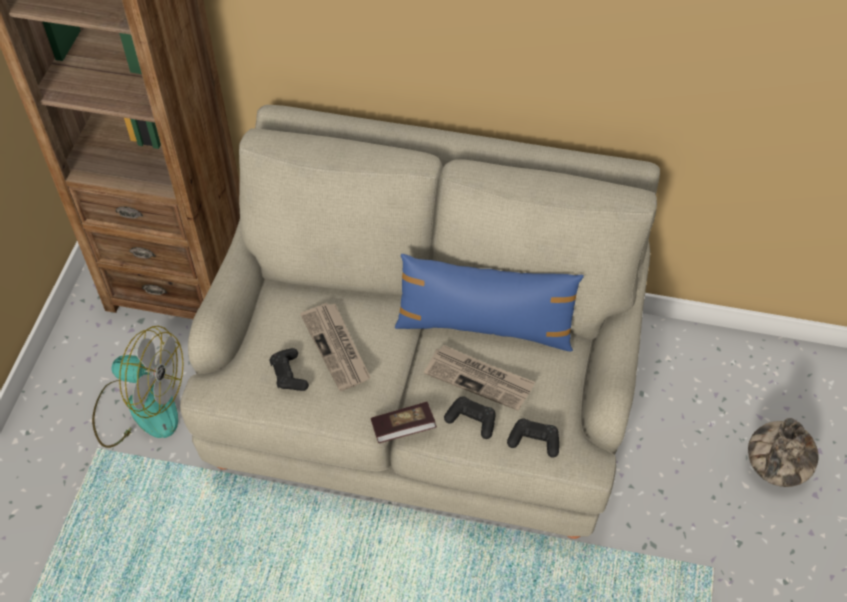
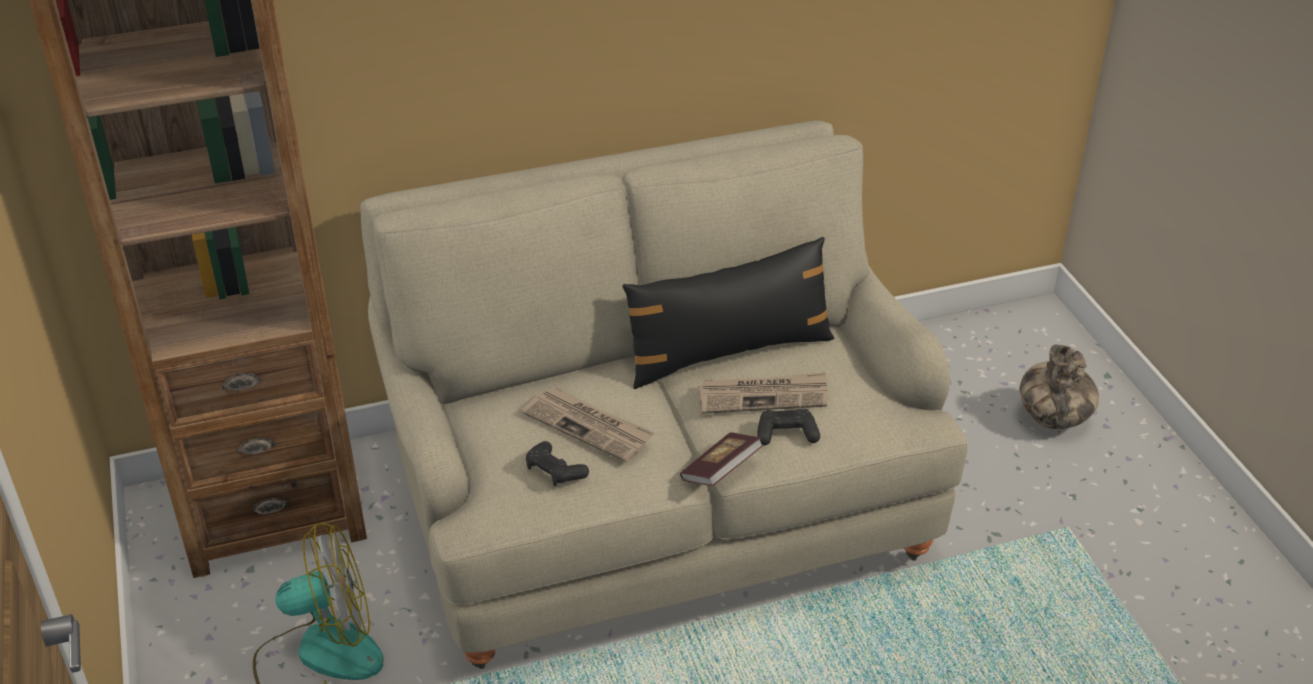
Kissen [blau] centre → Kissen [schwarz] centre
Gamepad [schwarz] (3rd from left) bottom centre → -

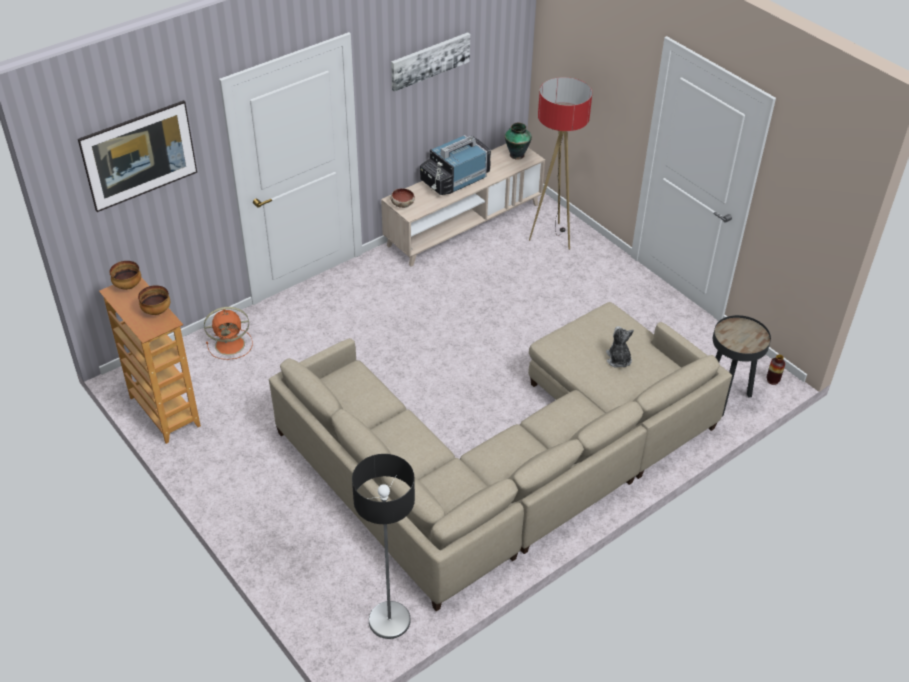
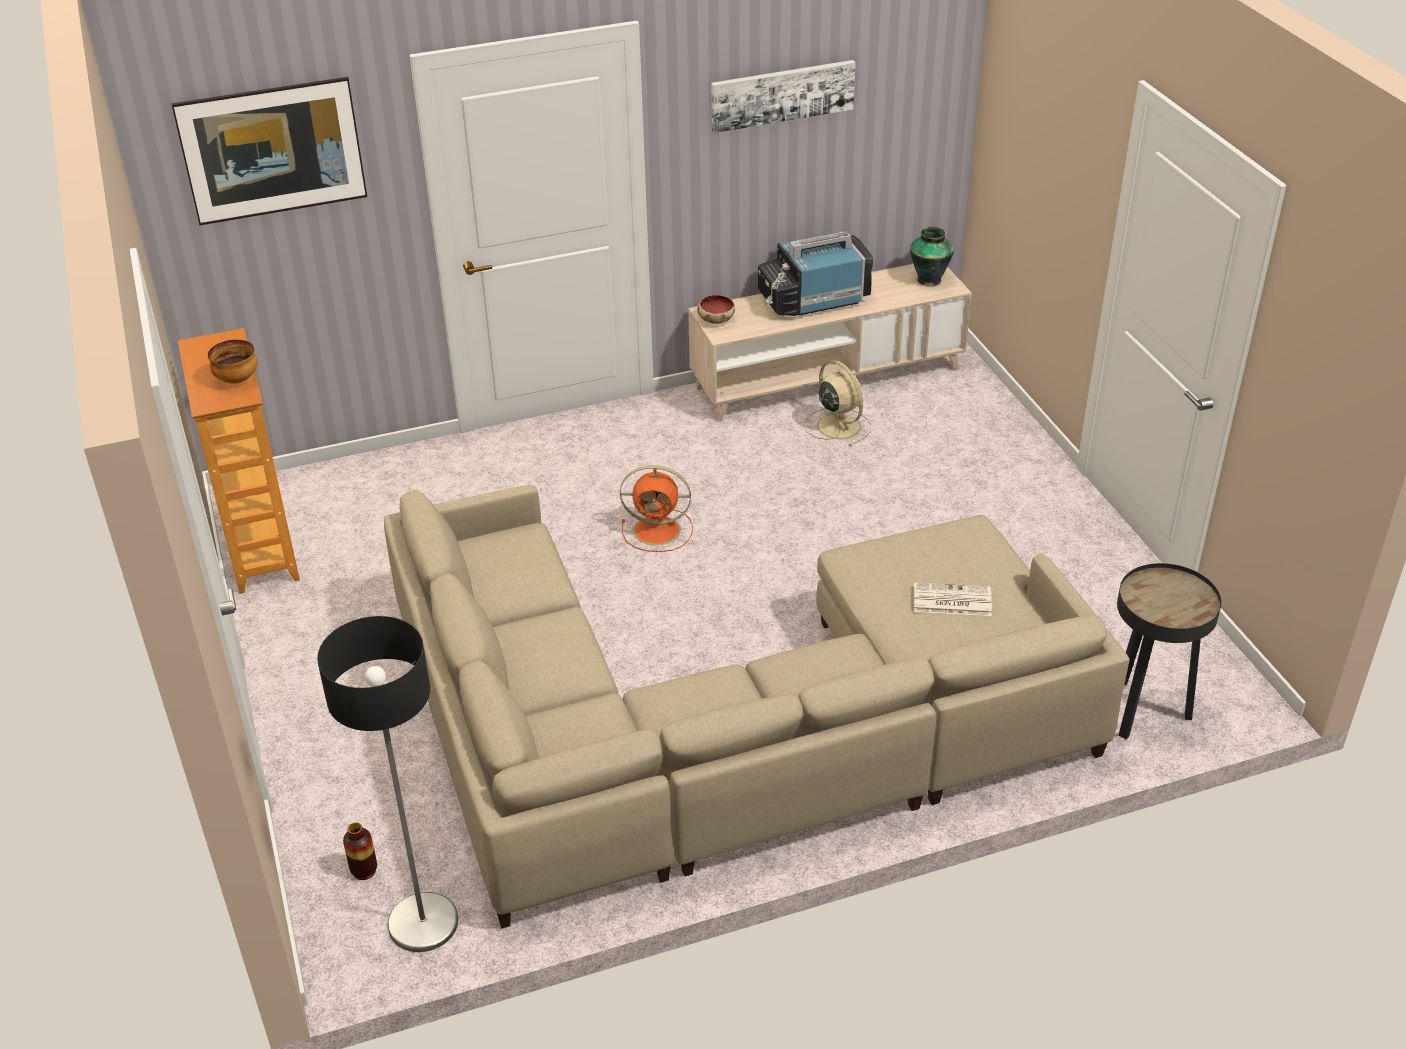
Stehlampe (2nd from left) top centre → -
Schüssel (1st from left) middle left → -
Ventilator [orange] middle left → Ventilator [orange] centre, move
Plüschtier middle right → Zeitung middle right
Vase (2nd from left in the first image) middle right → Vase (1st from left) bottom left, move
- → Ventilator [beige] centre

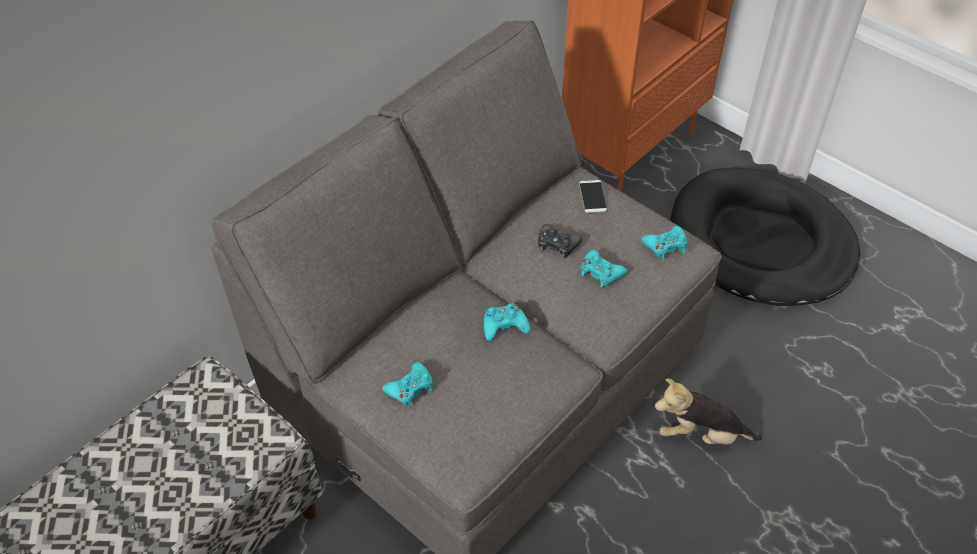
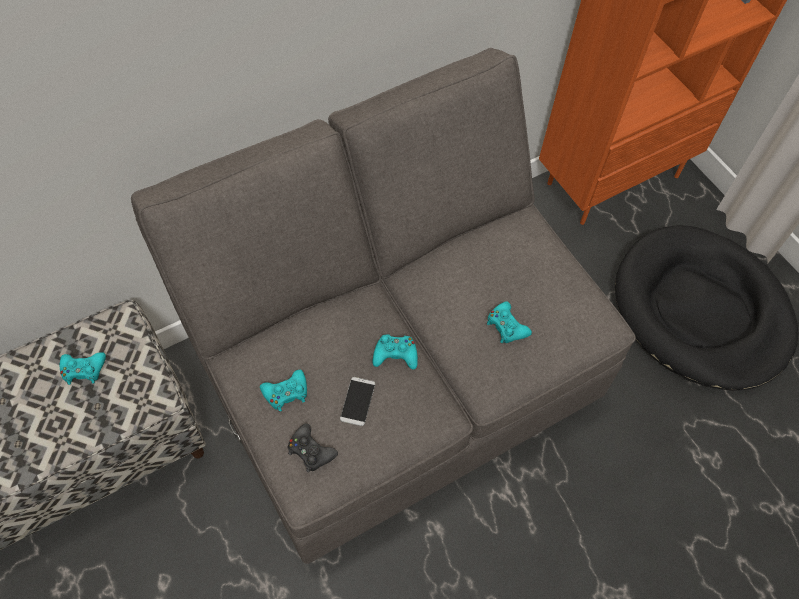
Handy centre → Handy bottom centre, move
Gamepad [schwarz] centre → Gamepad [schwarz] bottom centre, move
Gamepad [türkis] (4th from left in the first image) middle right → Gamepad [türkis] (1st from left) middle left, move
Plüschtier bottom right → -

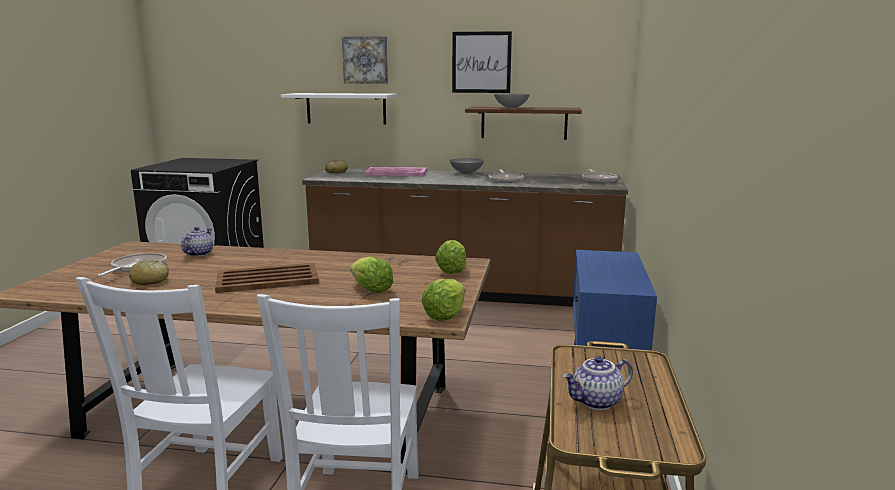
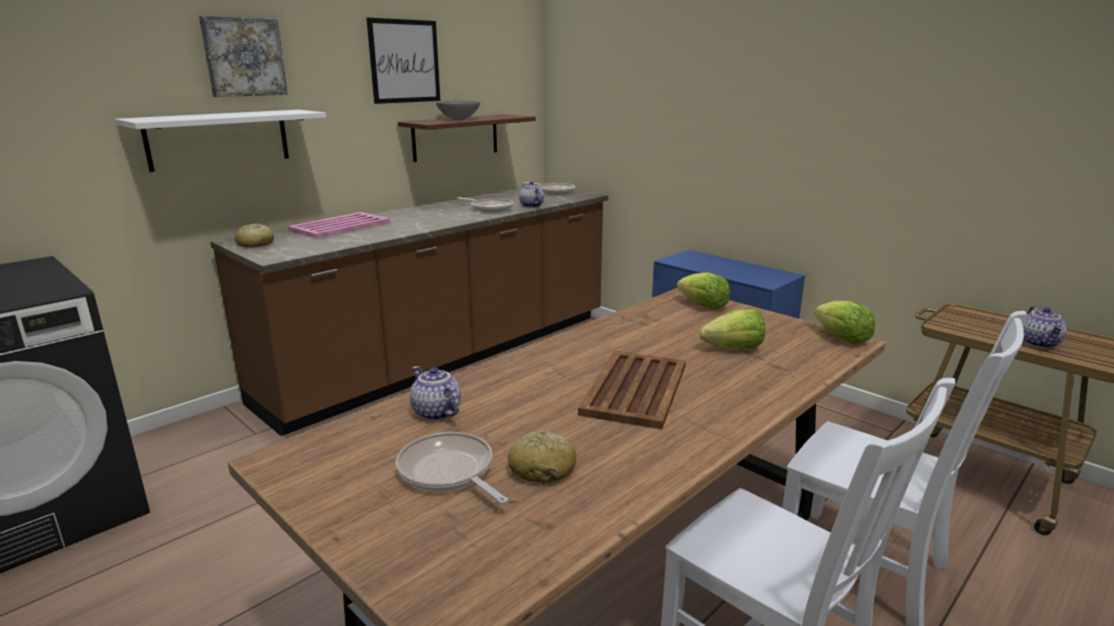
Schüssel [grau] (1st from left) centre → -
- → Teekanne (2nd from left) top centre

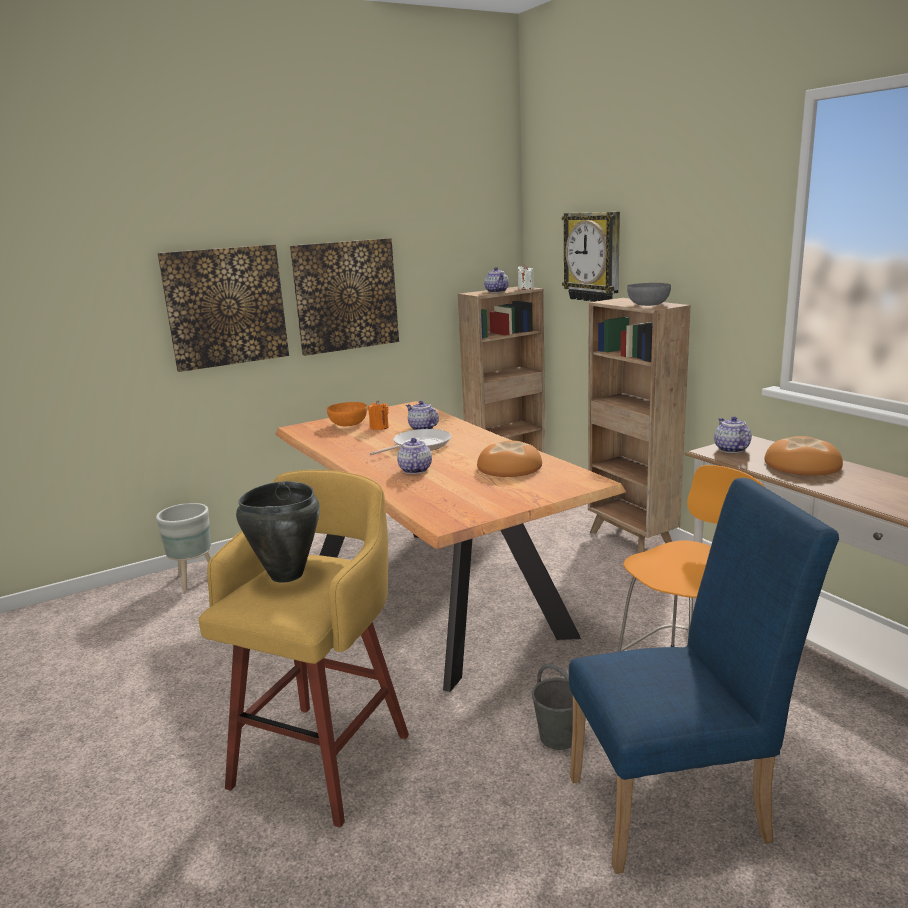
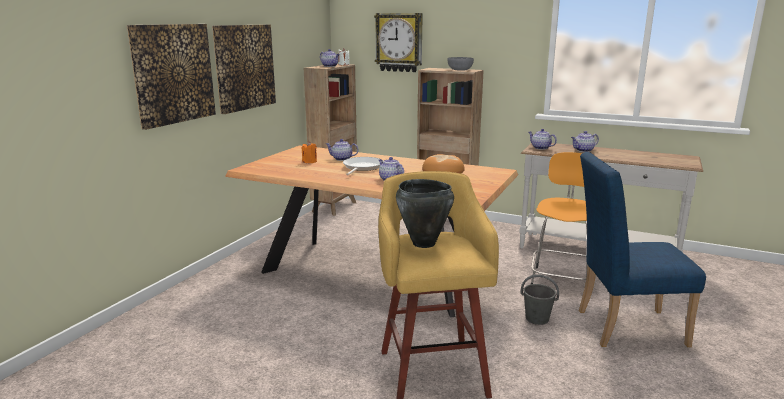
Schüssel [orange] centre → -
Brot (2nd from left) middle right → Teekanne (5th from left) middle right
Stuhl [blau] bottom right → Stuhl [blau] middle right, 135 degrees counterclockwise
Pflanzkübel [grau] middle left → -

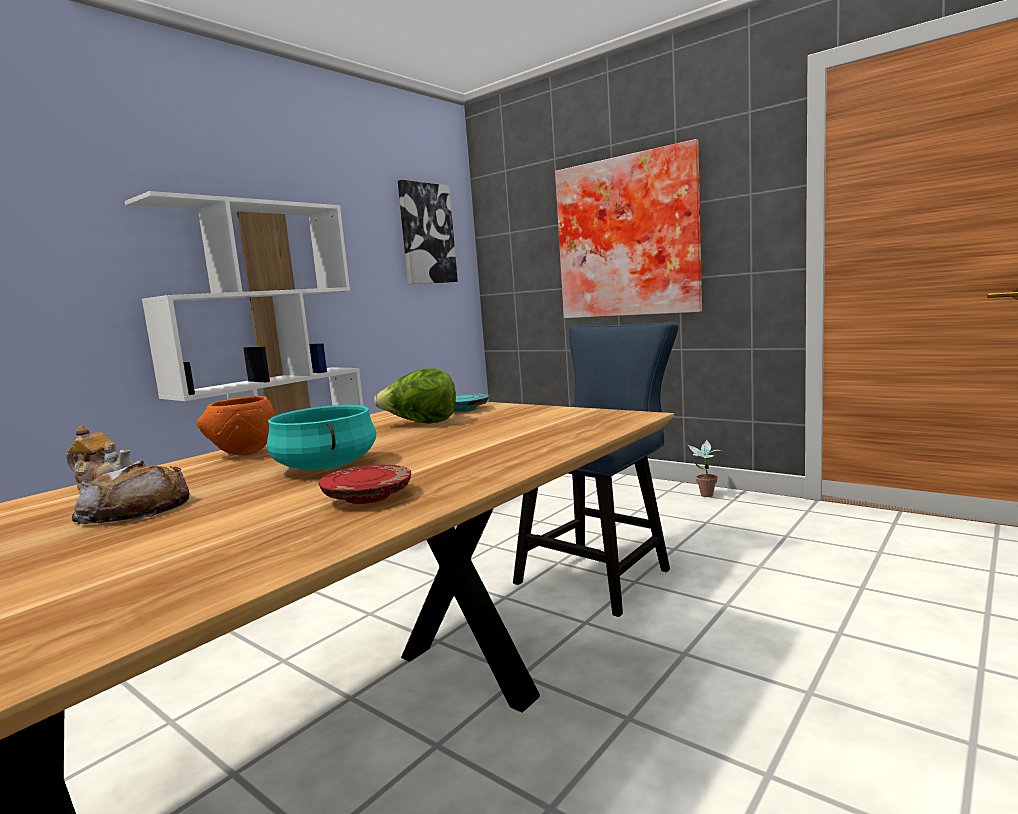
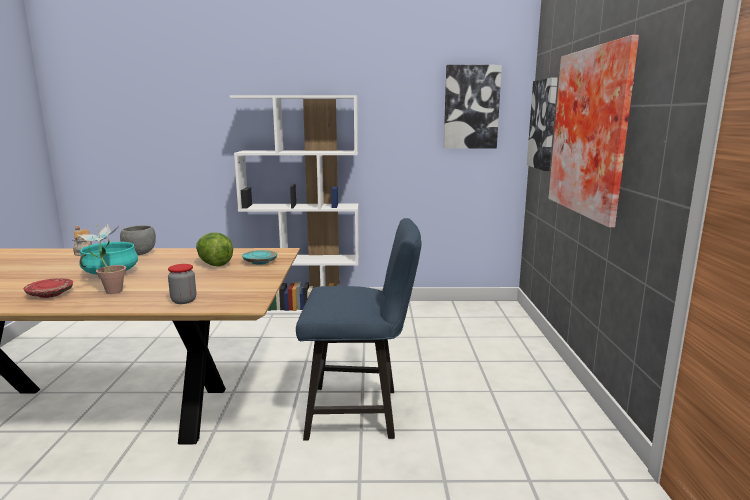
Schüssel [orange] middle left → Schüssel [grau] middle left
Topfpflanze middle right → Topfpflanze middle left, move
Brot middle left → -
- → Bild (2nd from left) top right
- → Vorratsglas middle left

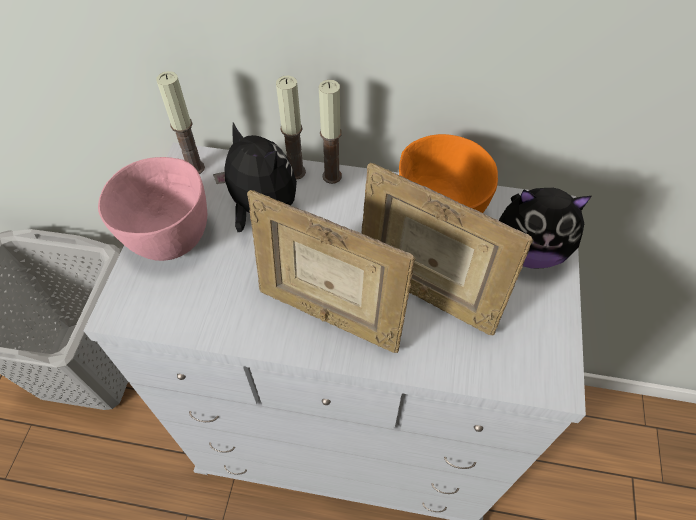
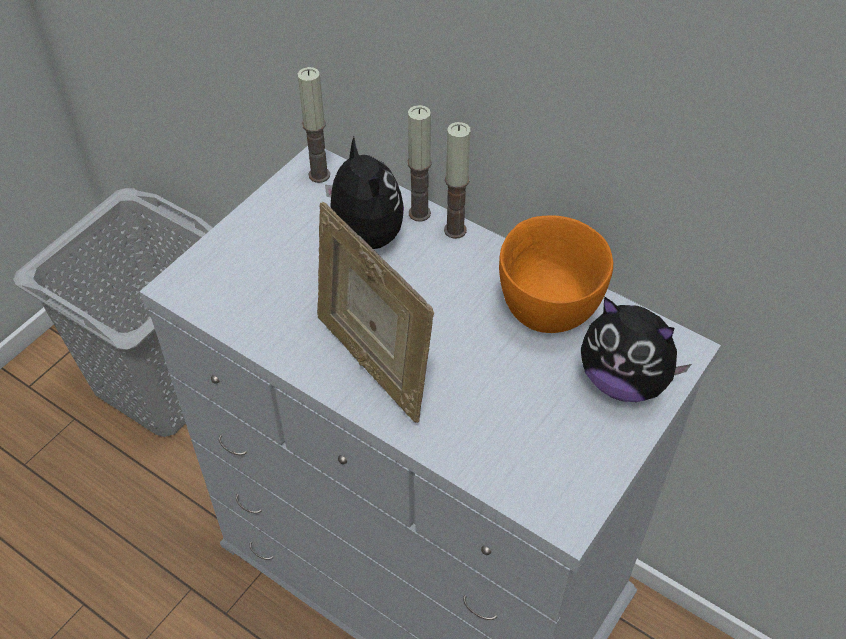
Schüssel [rosa] middle left → -
Bilderrahmen (2nd from left) centre → -

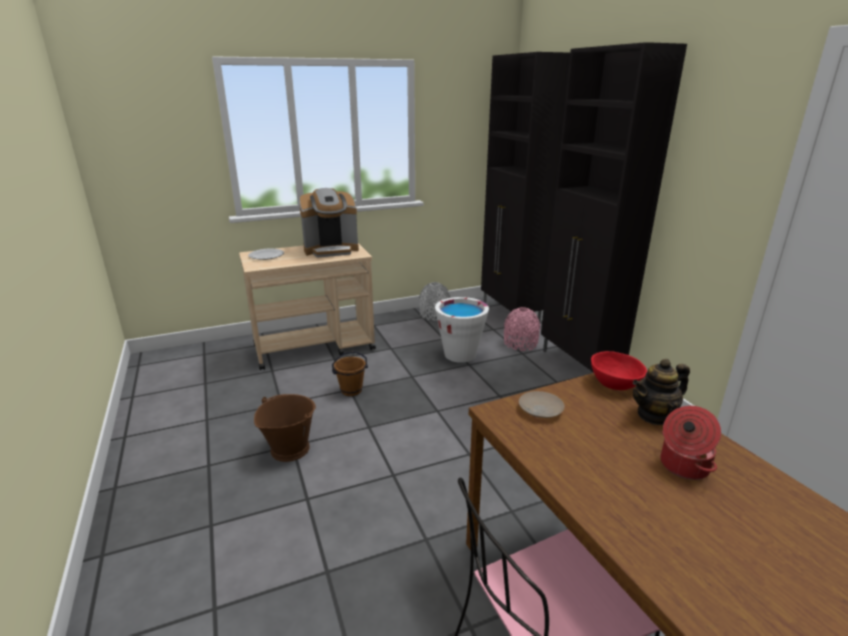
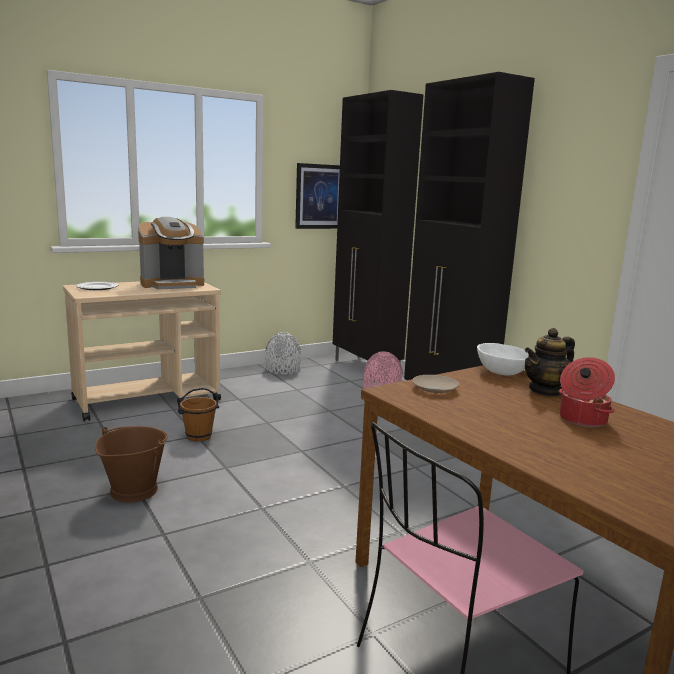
Eimer [weiß] centre → -
Schüssel [rot] middle right → Schüssel [weiß] middle right
- → Bild top centre

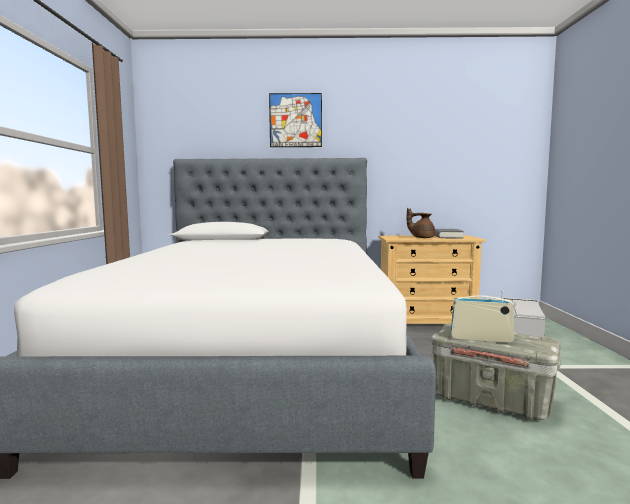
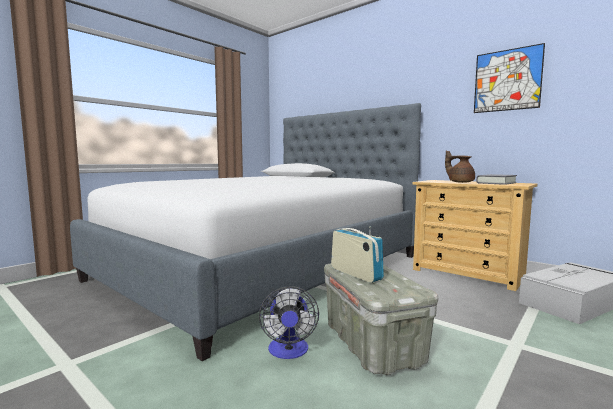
Bild top centre → Bild top right, move
- → Ventilator bottom centre

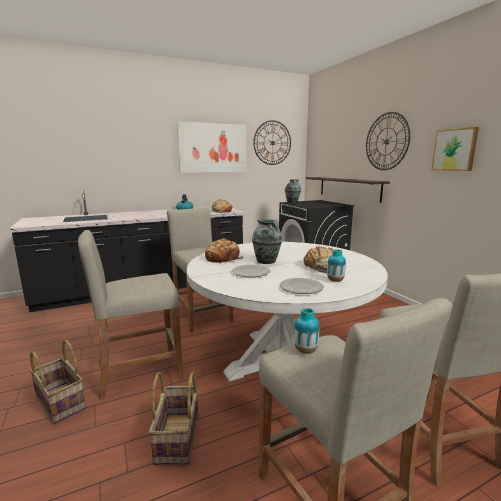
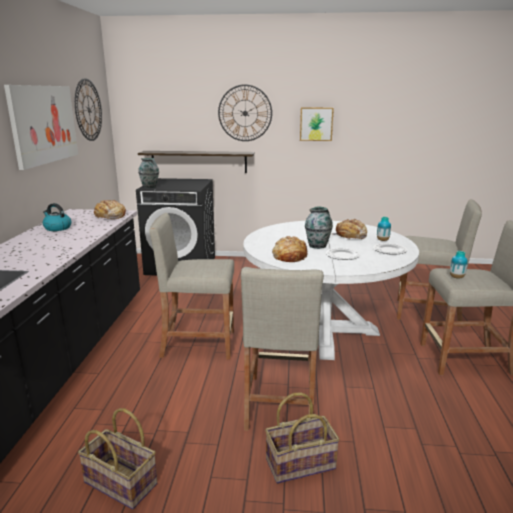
Korb (2nd from left in the first image) bottom centre → Korb (1st from left) bottom left, move

